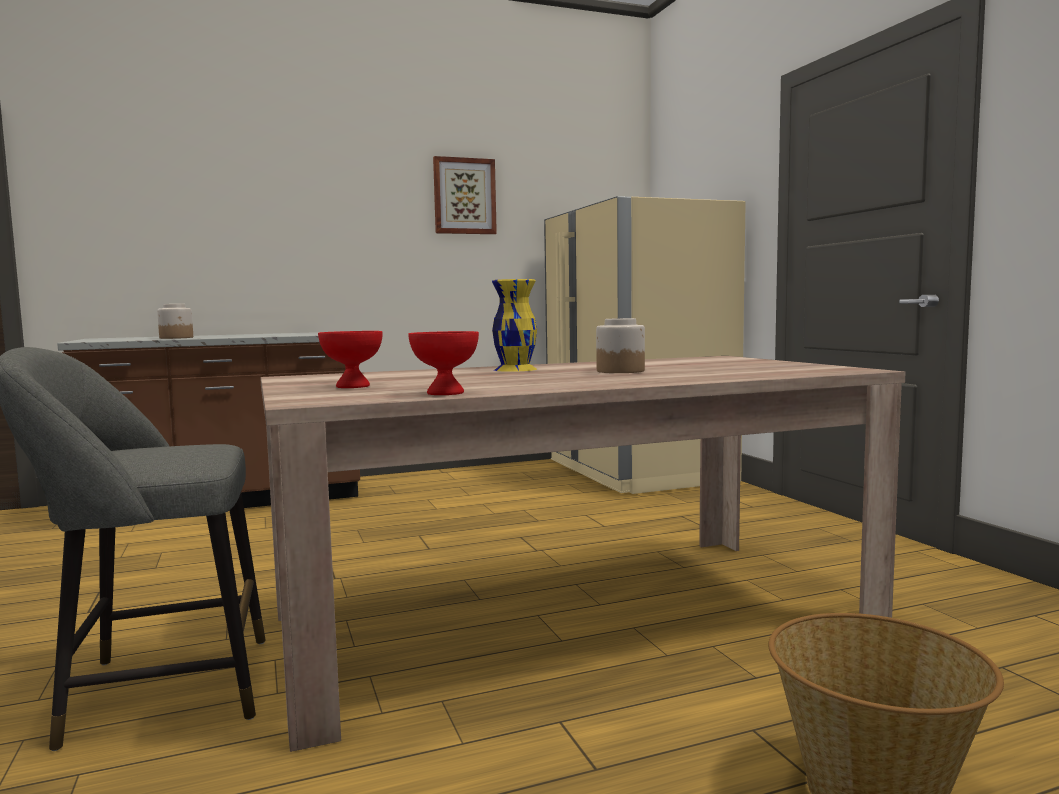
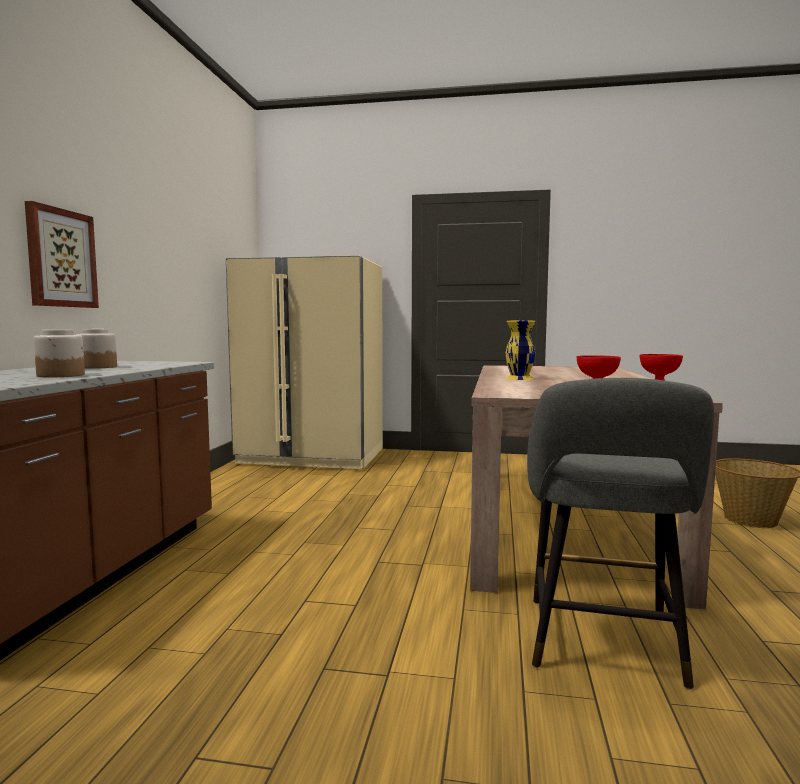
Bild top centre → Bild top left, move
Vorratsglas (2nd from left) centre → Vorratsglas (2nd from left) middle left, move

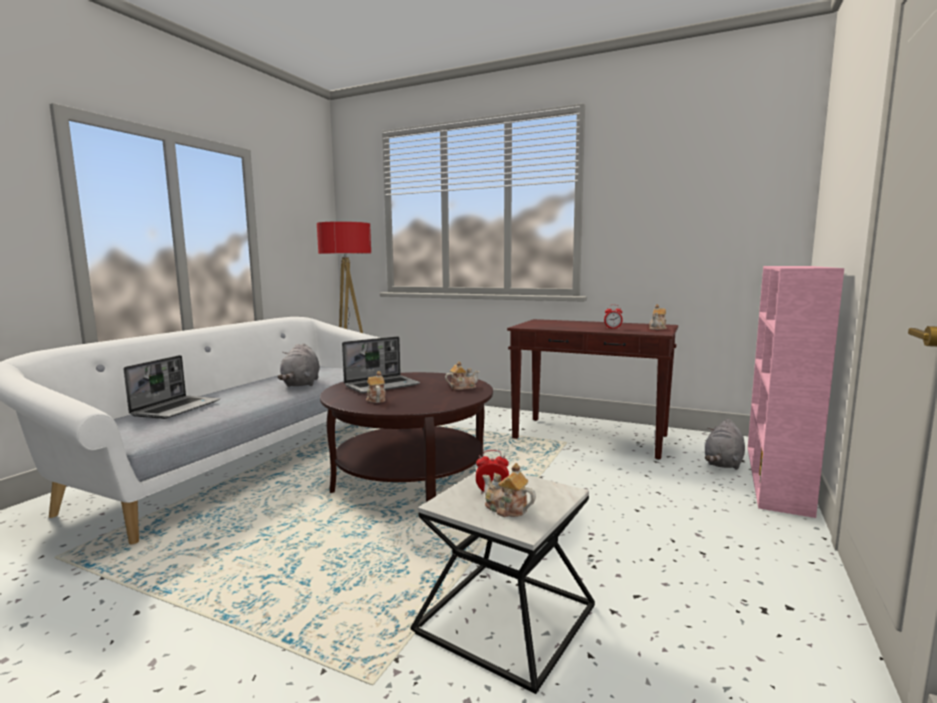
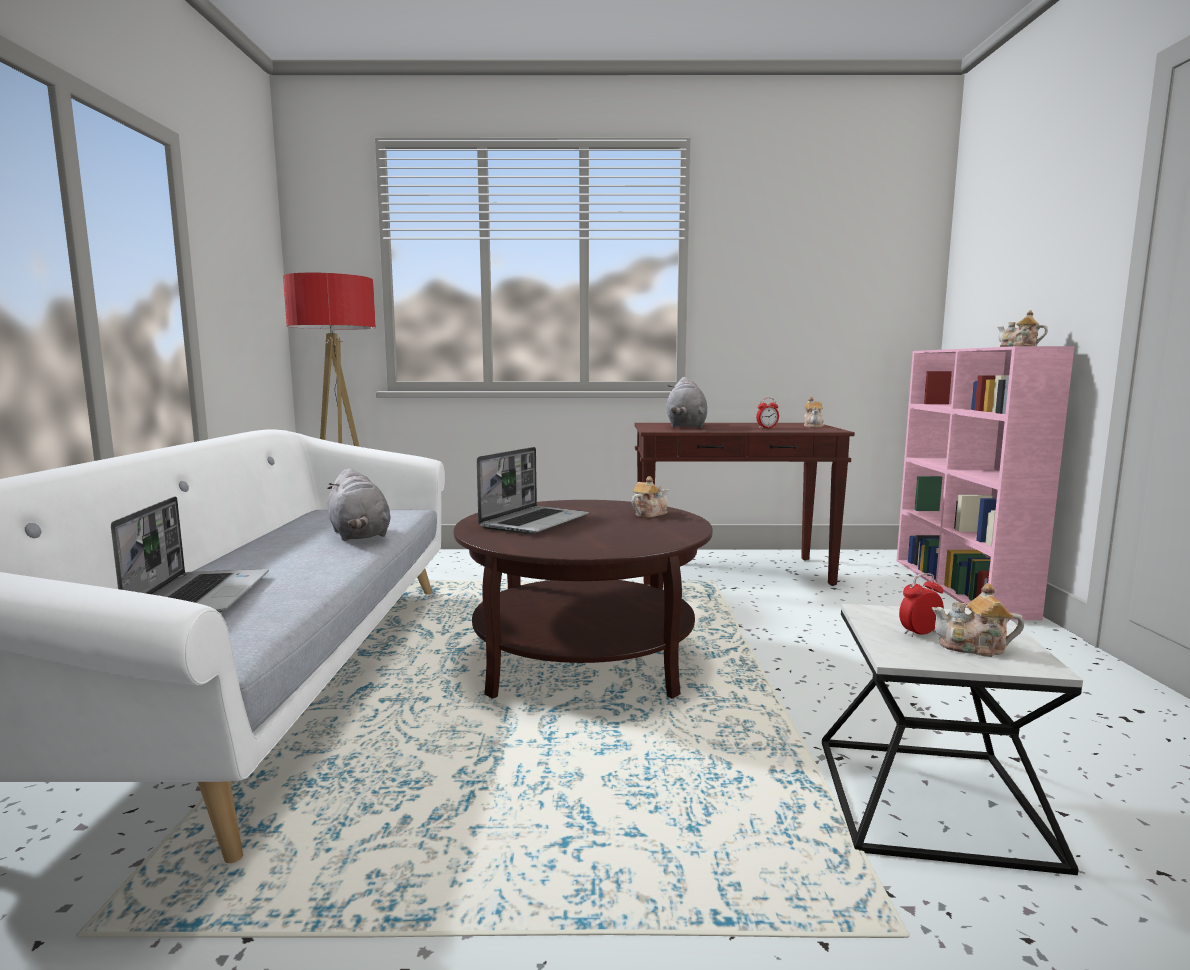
Teekanne (1st from left in the first image) centre → Teekanne (4th from left) middle right, move
Plüschtier [grau] (2nd from left) middle right → Plüschtier [grau] (2nd from left) centre, move

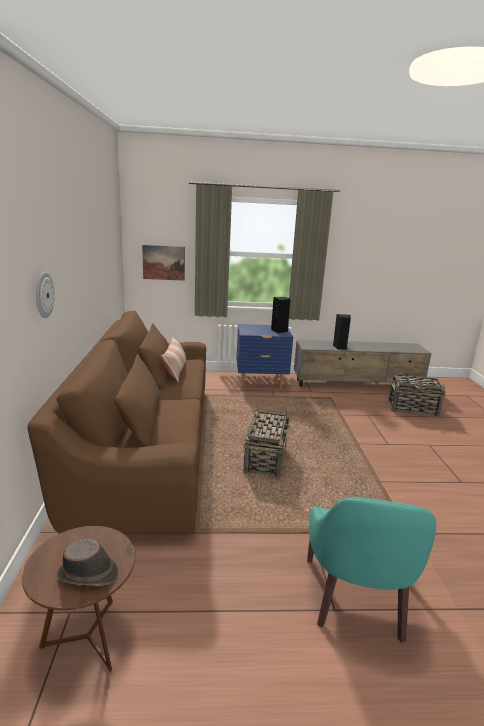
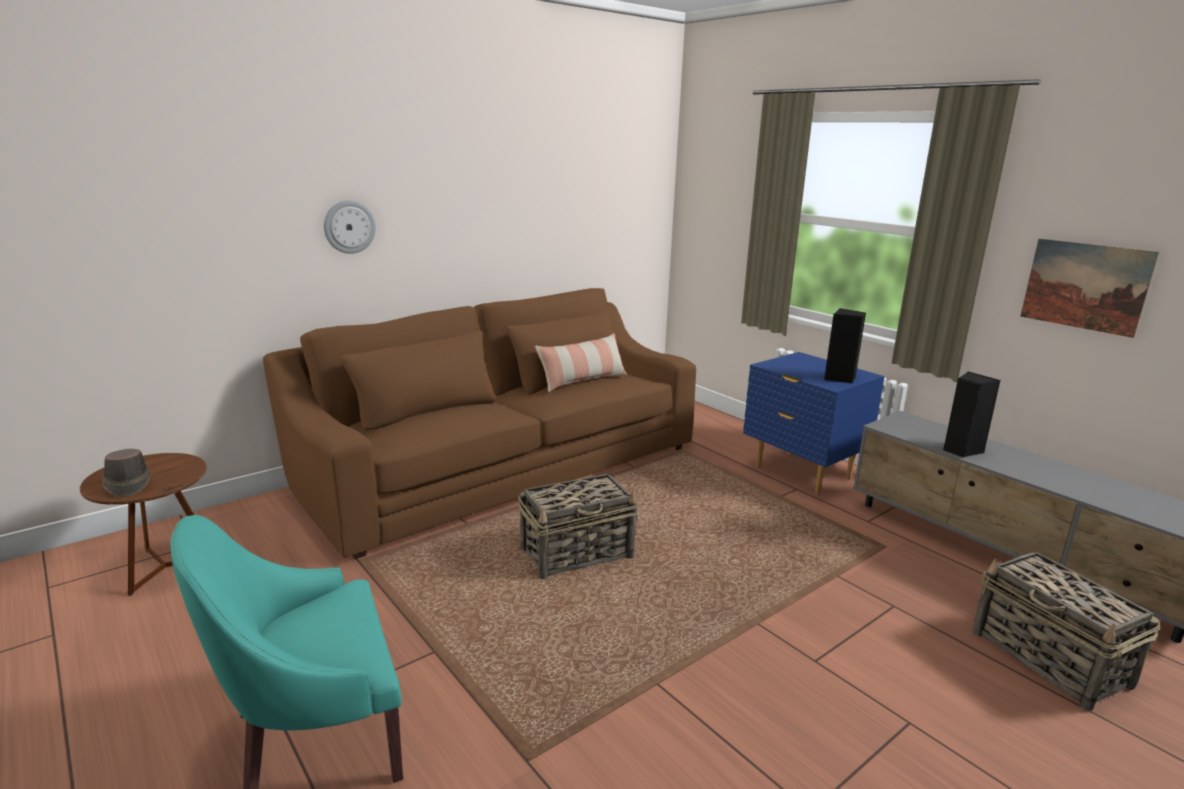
Bild centre → Bild middle right, move

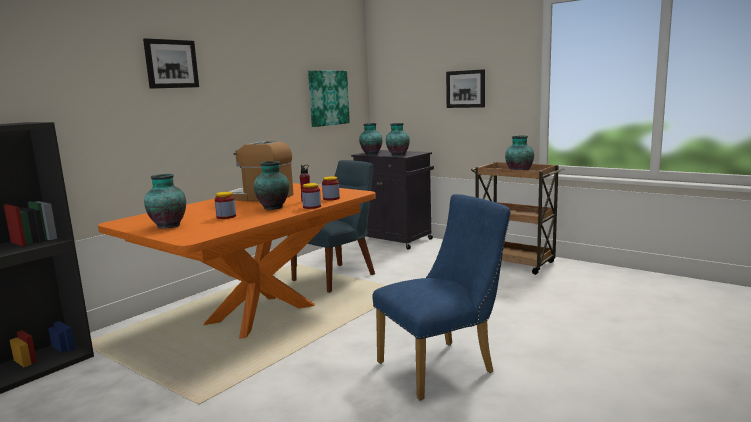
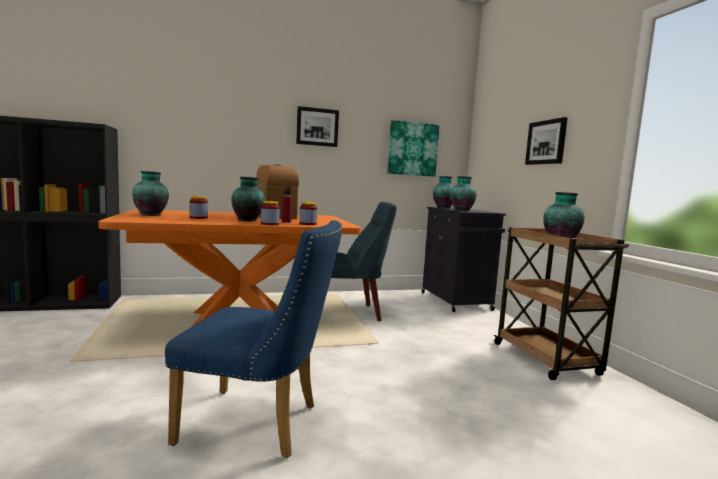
Bild (1st from left) top left → Bild (1st from left) top centre, move

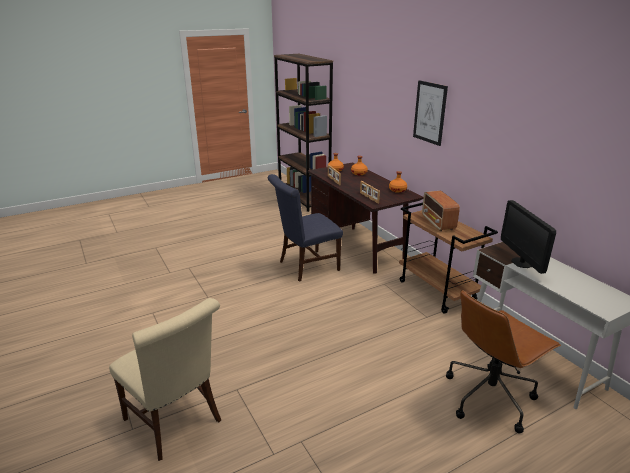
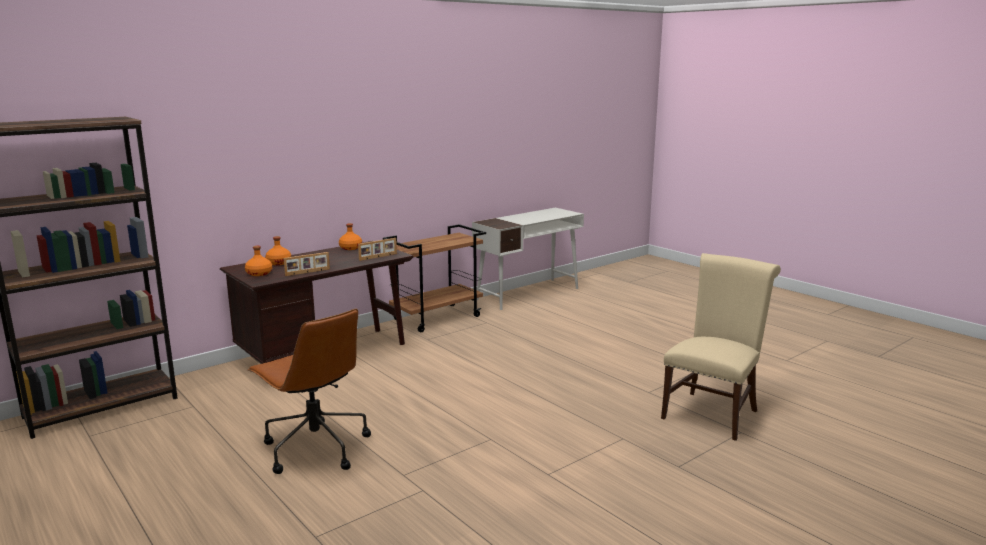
Bild top right → -
Stuhl [blau] centre → -
Radio middle right → -
Monitor middle right → -
Bürostuhl [braun] bottom right → Bürostuhl [braun] bottom left, move

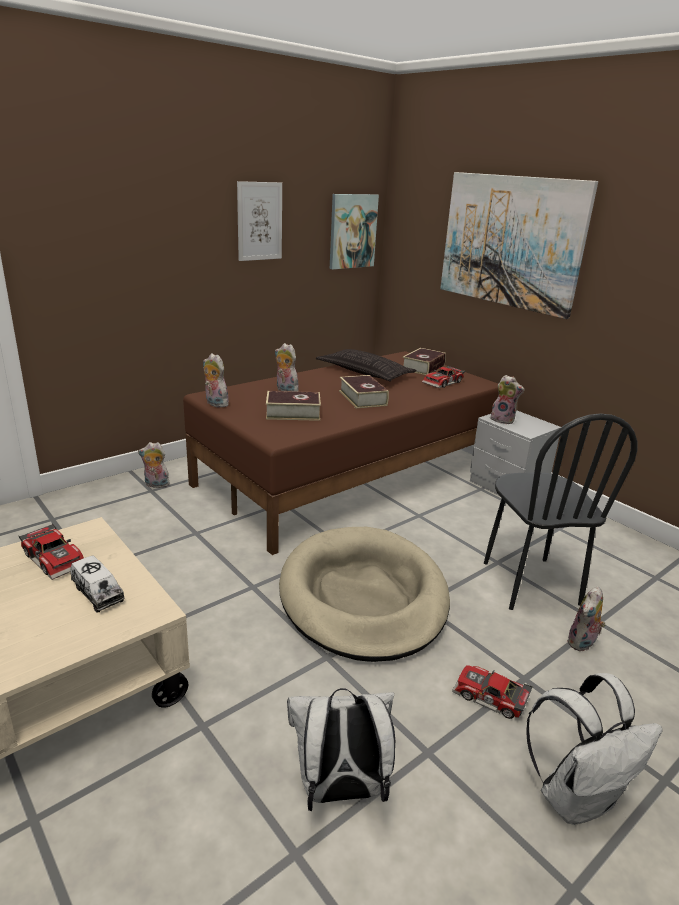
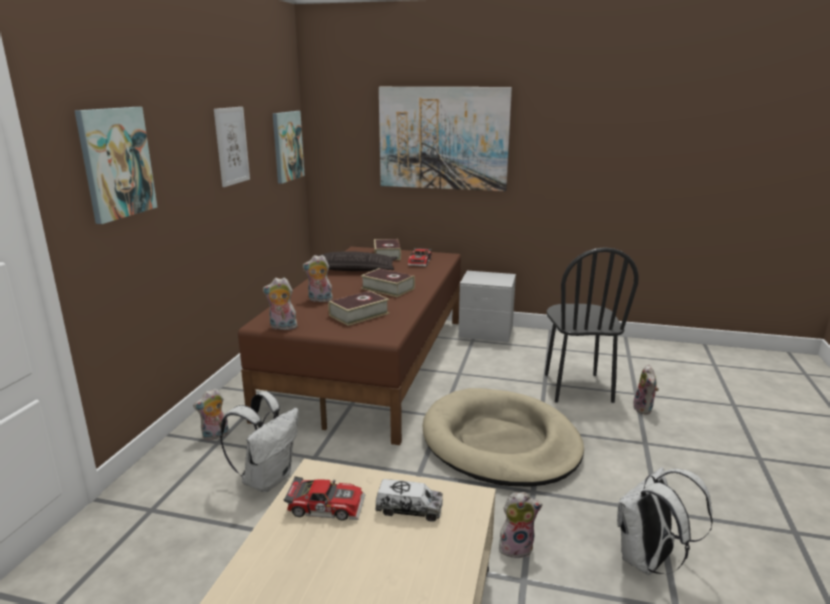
Plüschtier (4th from left) middle right → Plüschtier (4th from left) bottom centre, move
Stuhl [schwarz] middle right, 45 degrees clockwise
Spielzeugauto (3rd from left) bottom right → -
Rucksack [weiß] (2nd from left in the first image) bottom right → Rucksack [weiß] (1st from left) bottom left, move
- → Bild (1st from left) top left

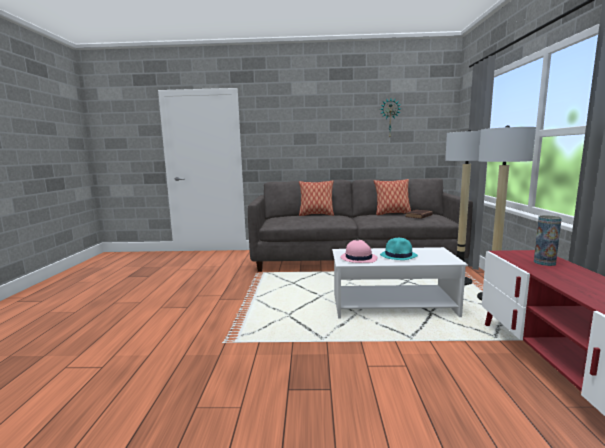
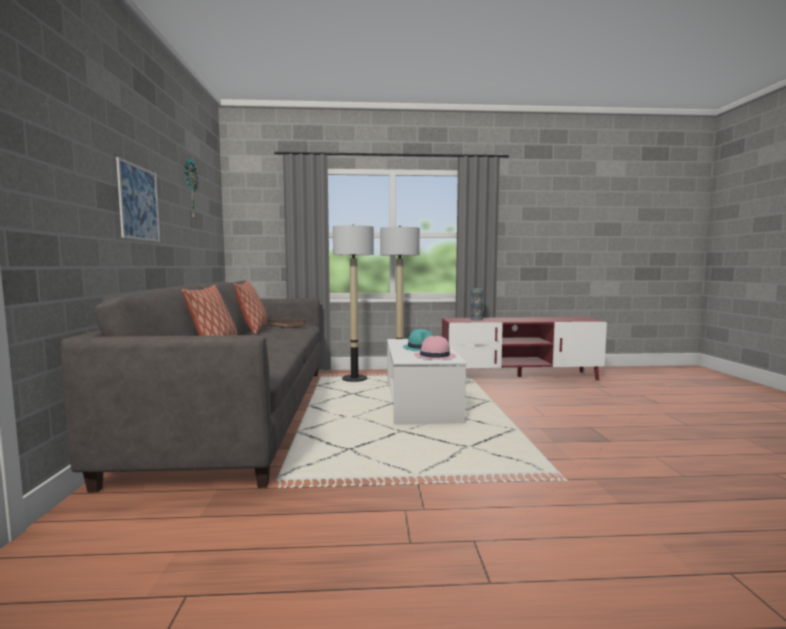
- → Bild top left

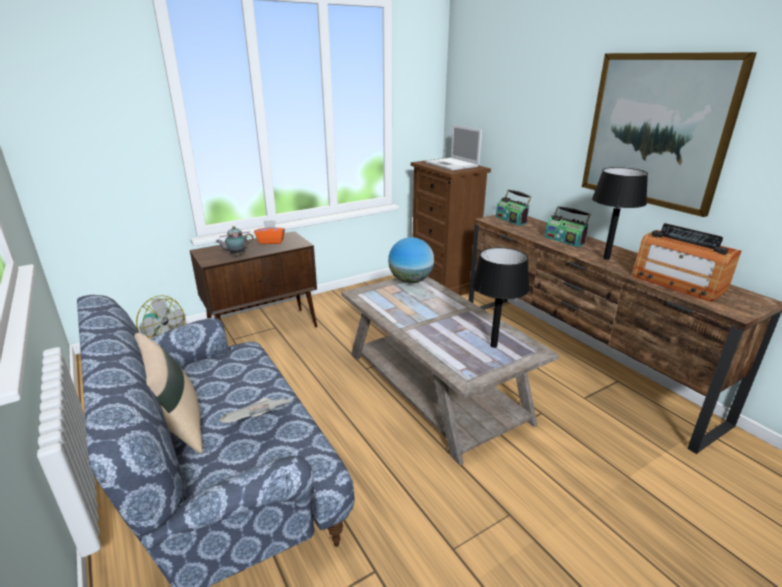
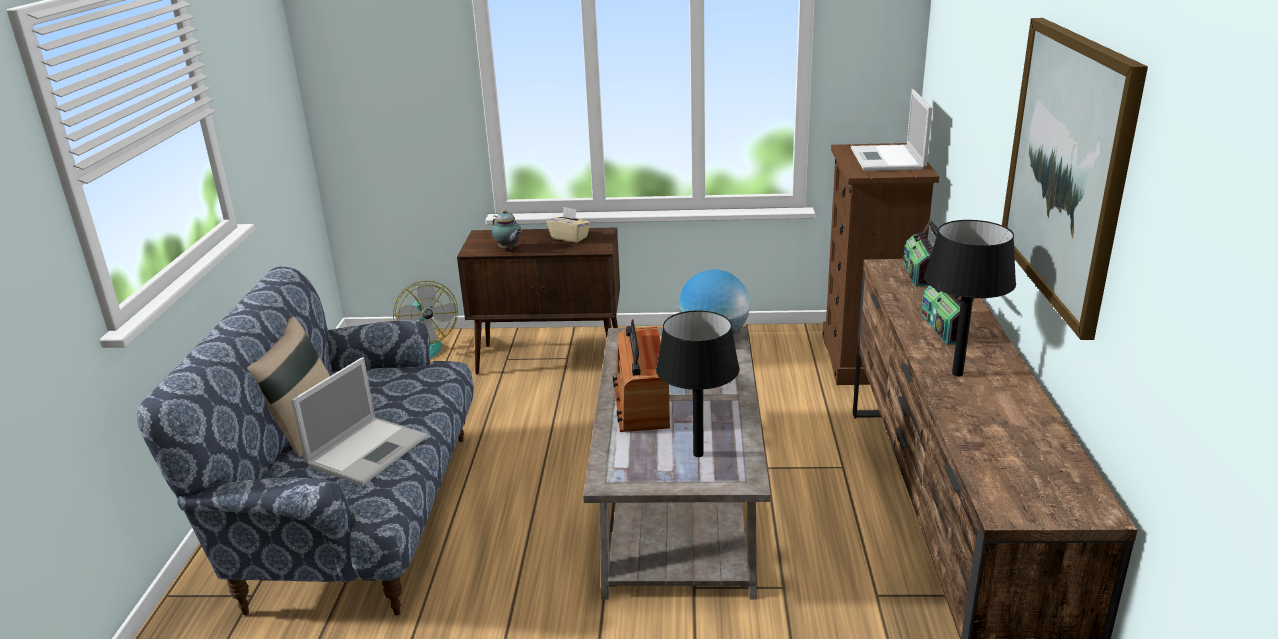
Taschentuchbox [orange] centre → Taschentuchbox [beige] centre
Radio (3rd from left in the first image) middle right → Radio (1st from left) centre, move
Teekanne middle left → Teekanne centre, 135 degrees counterclockwise
Zeitung bottom left → Laptop (1st from left) middle left

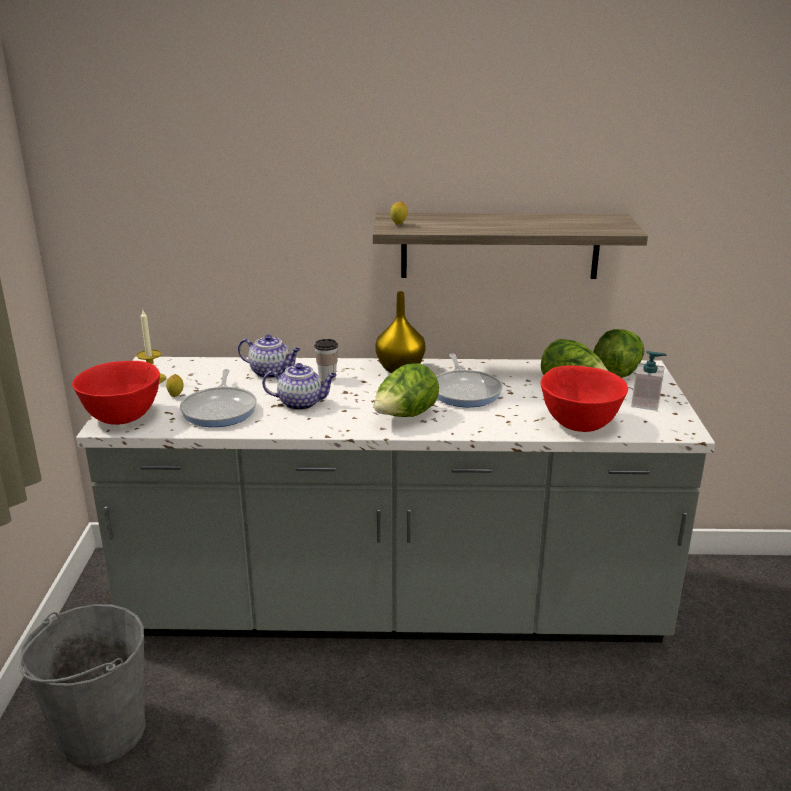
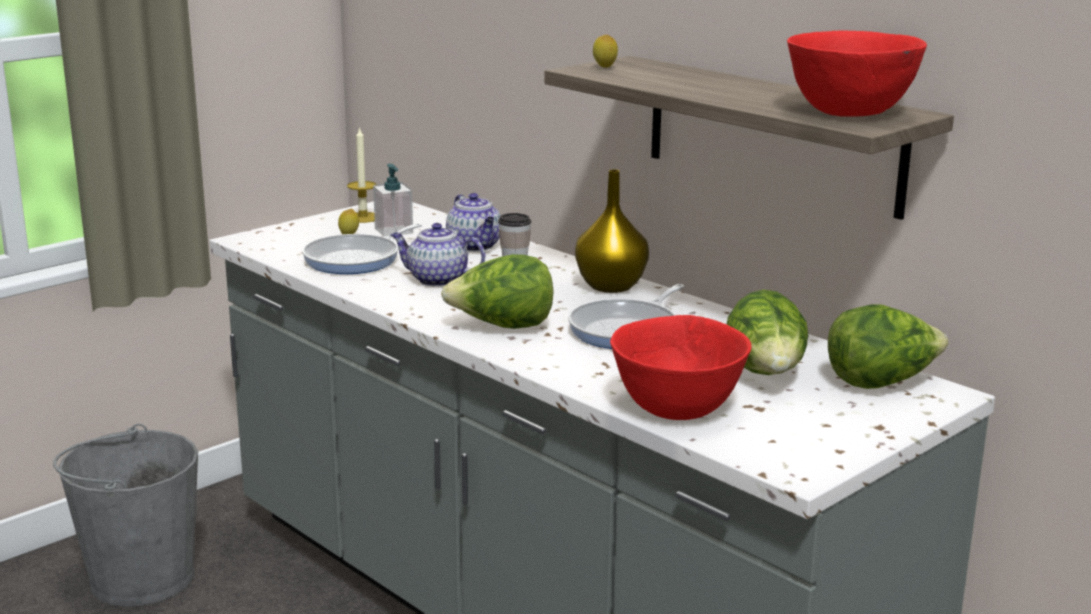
Seifenspender middle right → Seifenspender top centre, move
Schüssel [rot] (1st from left in the first image) middle left → Schüssel [rot] (2nd from left) top right, move
Teekanne (2nd from left in the first image) centre → Teekanne (1st from left) centre, 150 degrees clockwise

